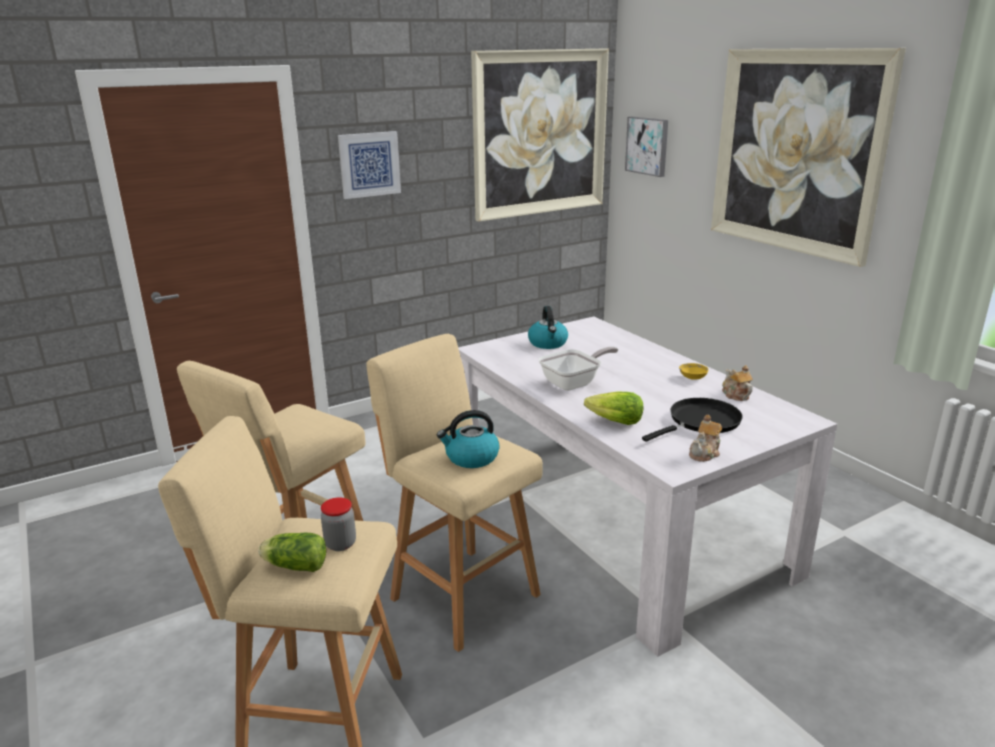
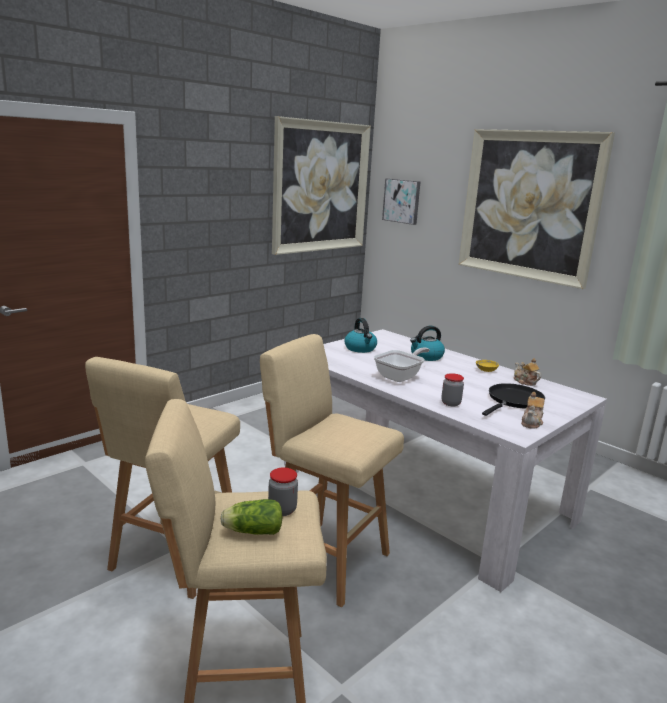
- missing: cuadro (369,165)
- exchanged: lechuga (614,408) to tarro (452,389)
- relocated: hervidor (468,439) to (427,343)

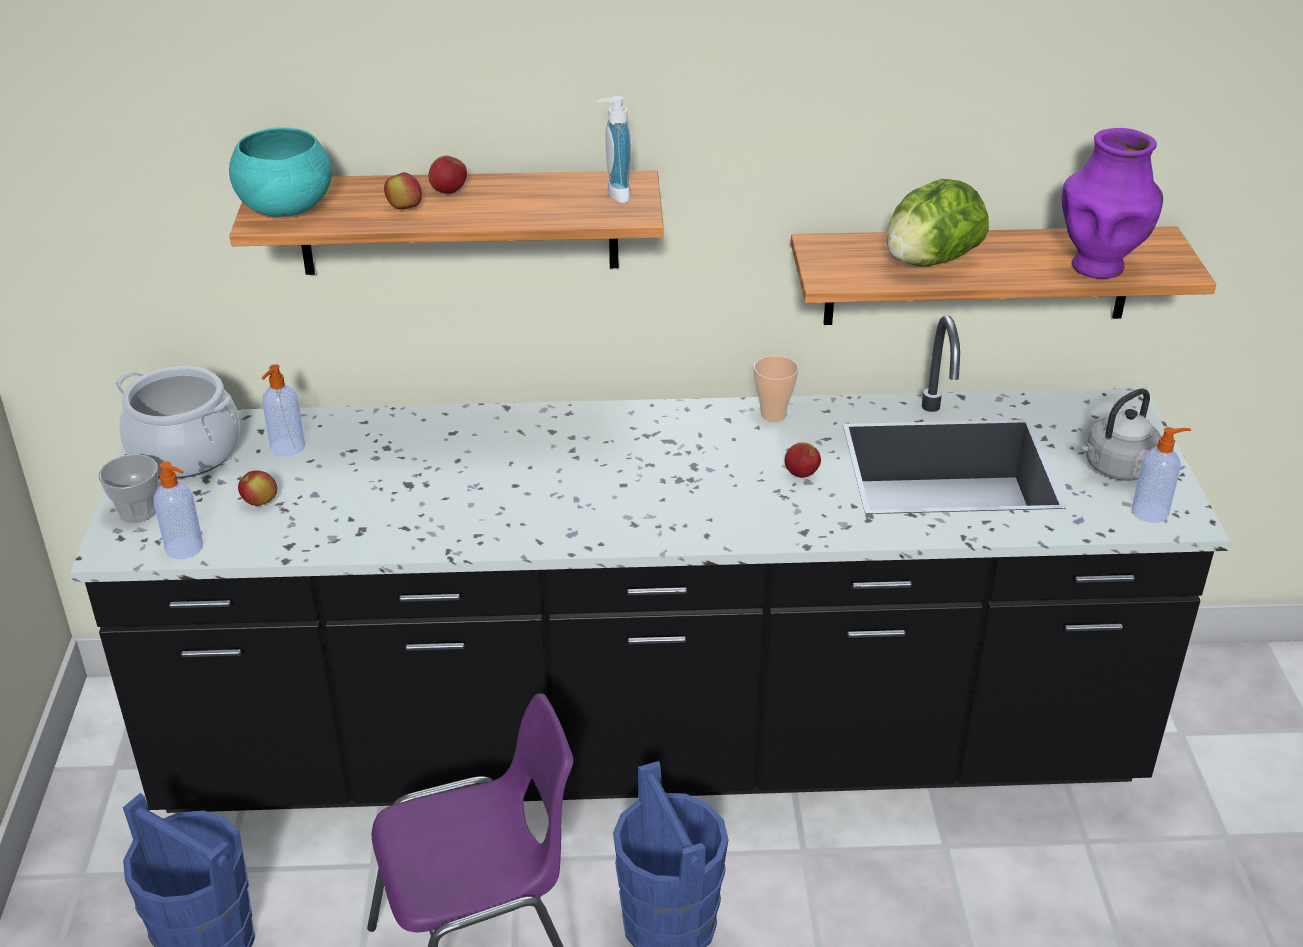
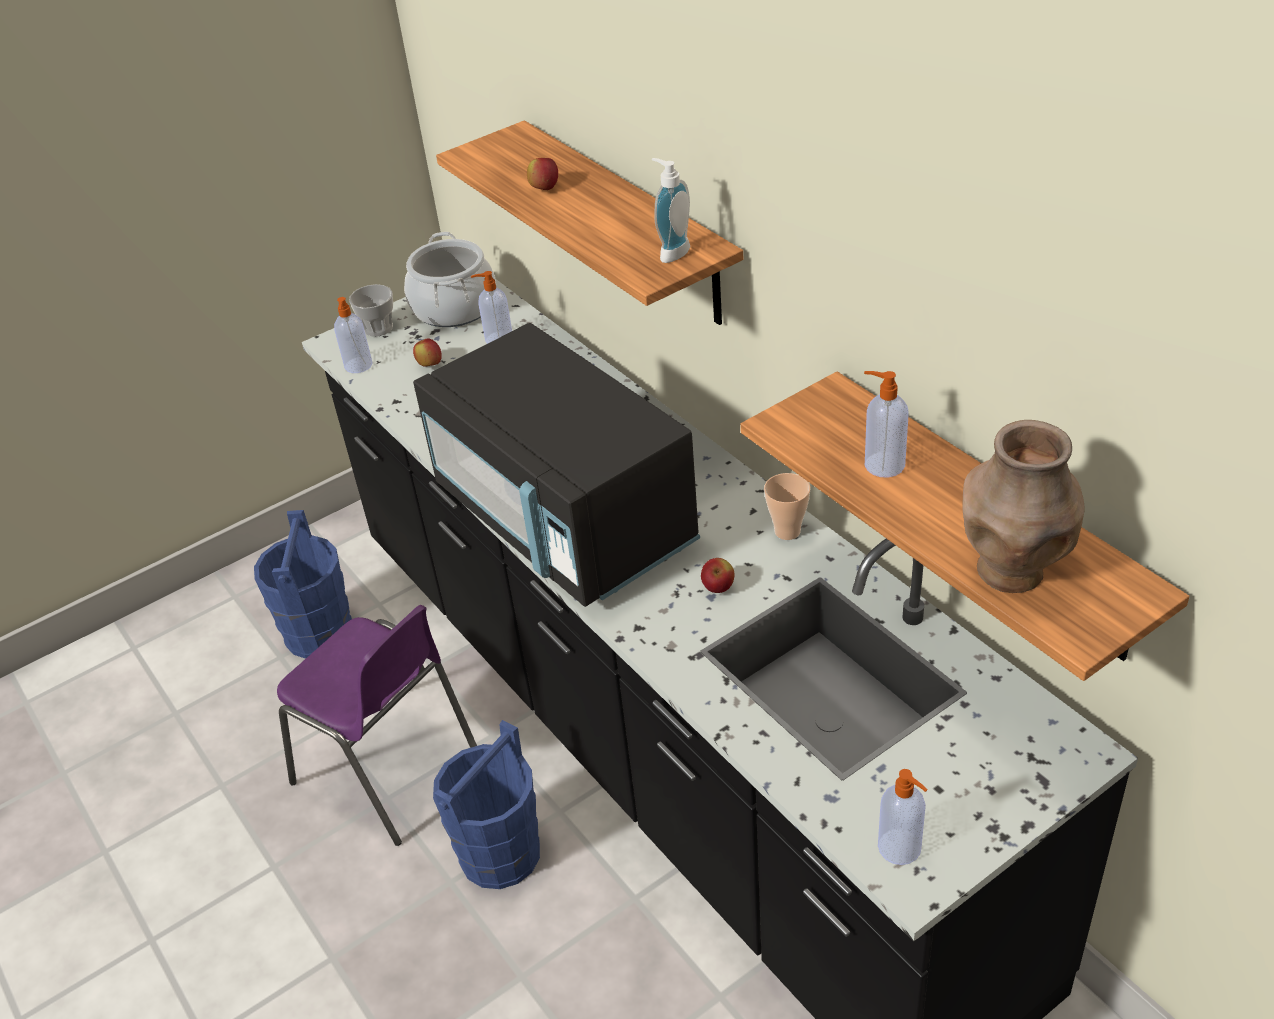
- missing: cuenco/turquesa (280,172)
- colour: florero/morado (1112,203) to florero/marrón (1023,506)
- missing: manzana (447,174)
- exchanged: lechuga (938,223) to dispensador de jabón (886,424)
- missing: hervidor/gris (1121,434)
- appeared: microondas/negro (556,465)

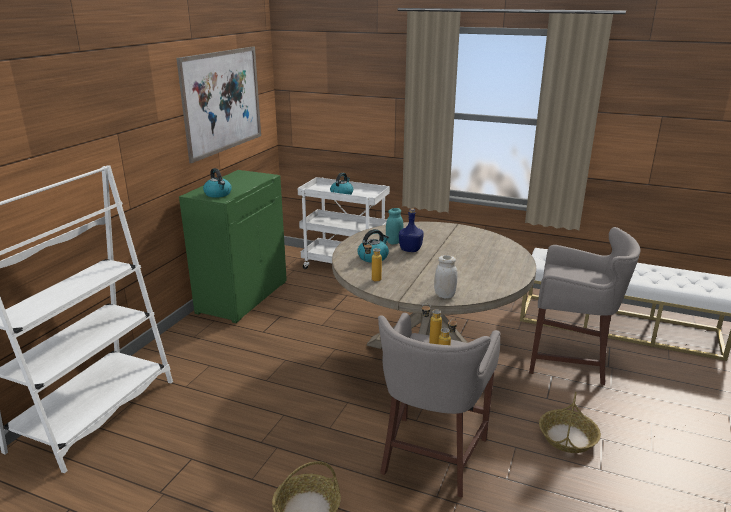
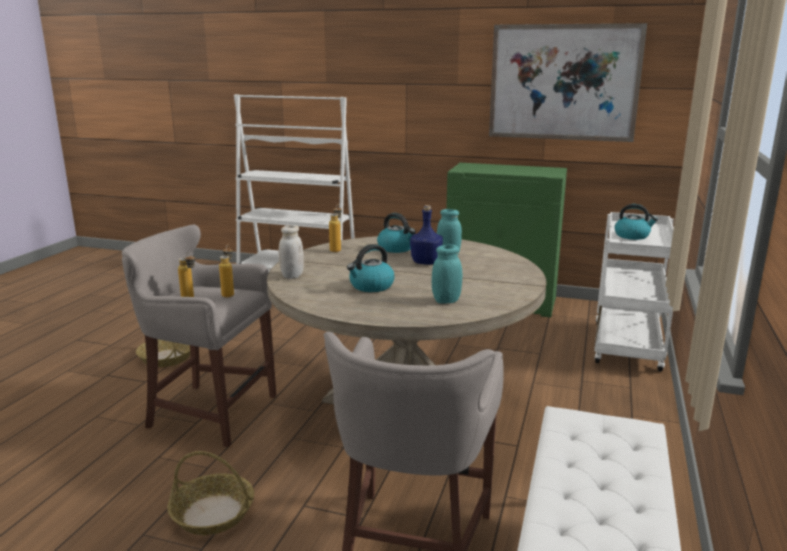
- relocated: hervidor (217,183) to (371,268)
- appeared: tarro/turquesa (447,274)

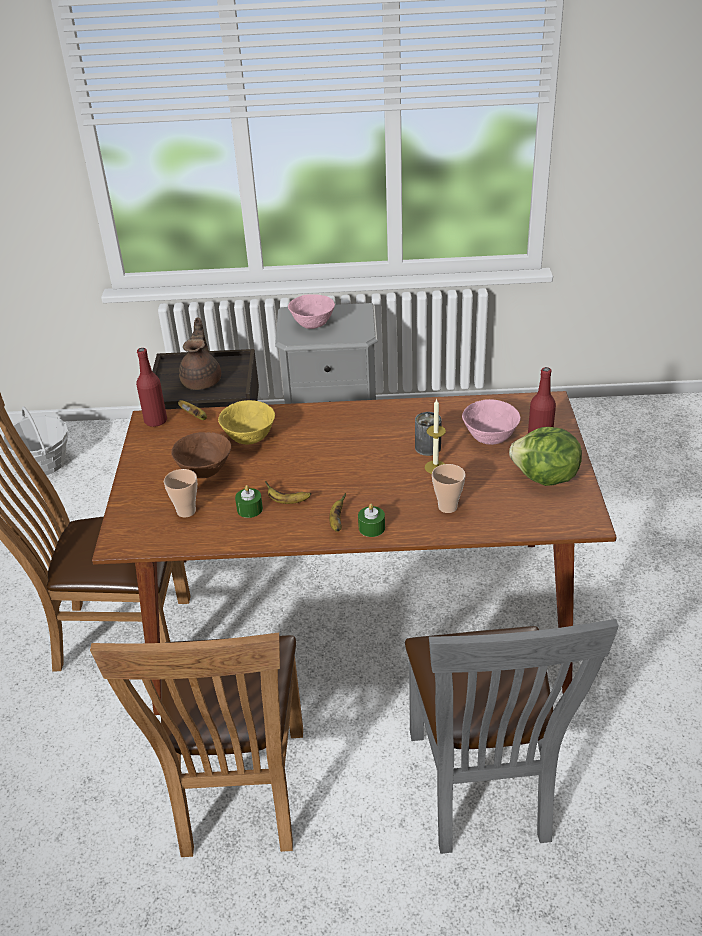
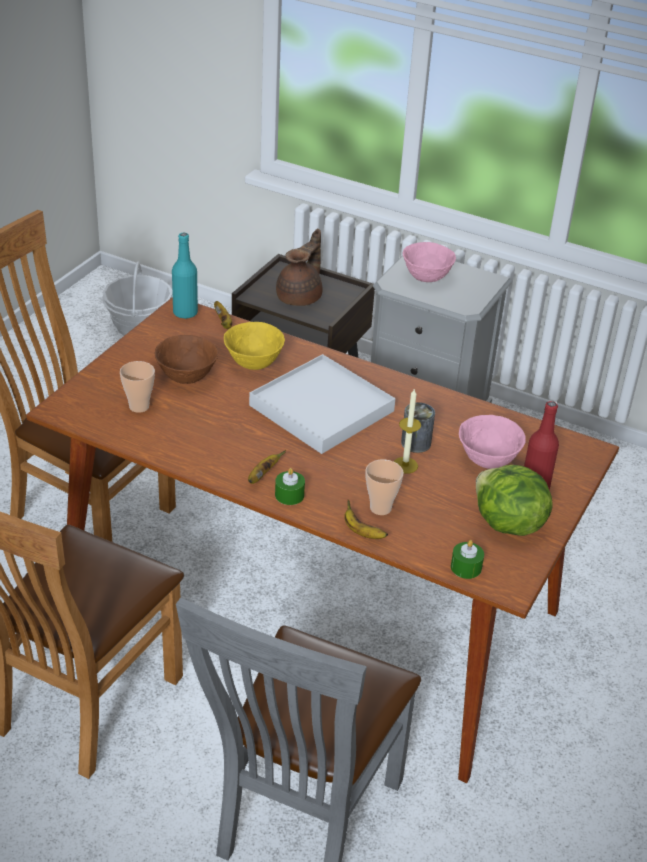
- colour: botella/rojo (151,387) to botella/turquesa (185,275)
- relocated: plátano (288,492) to (366,519)
- relocated: vela/verde (249,501) to (467,559)
- appeared: bandeja/blanco (322,404)

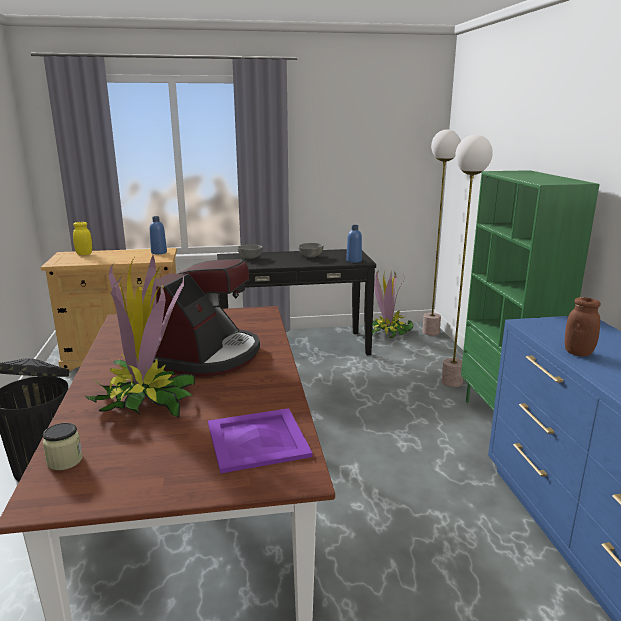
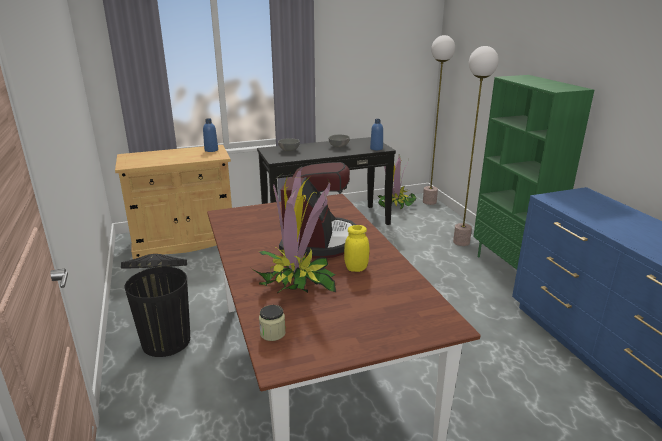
- relocated: tarro/amarillo (82,238) to (356,248)
- missing: tarro/marrón (582,326)
- missing: bandeja/morado (260,441)

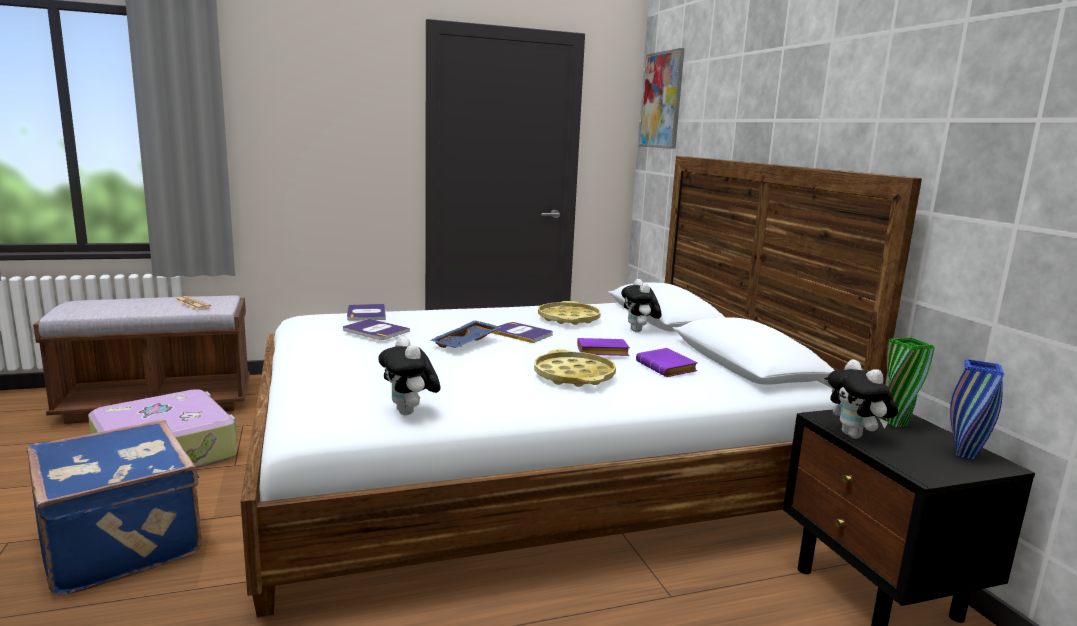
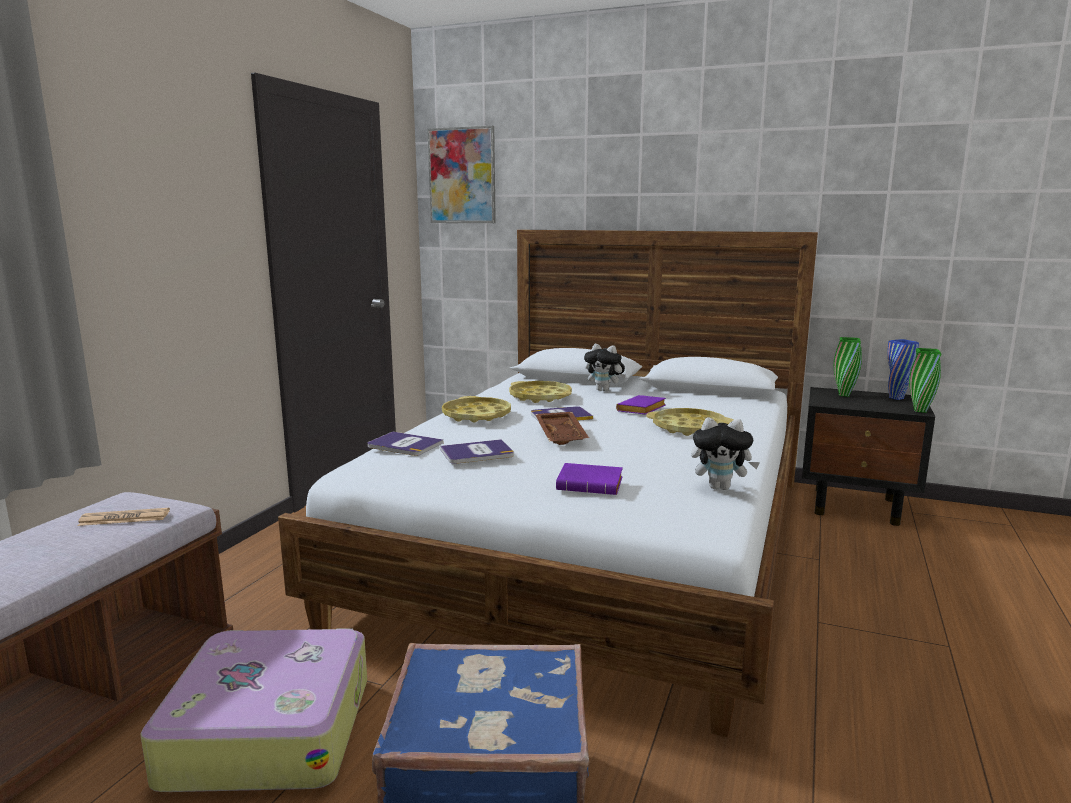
- colour: bandeja/azul (465,334) to bandeja/marrón (562,428)
- relocated: libro/morado (666,362) to (589,479)
- missing: peluche (862,399)
- appeared: florero/verde (925,380)
- appeared: bandeja/amarillo (476,409)

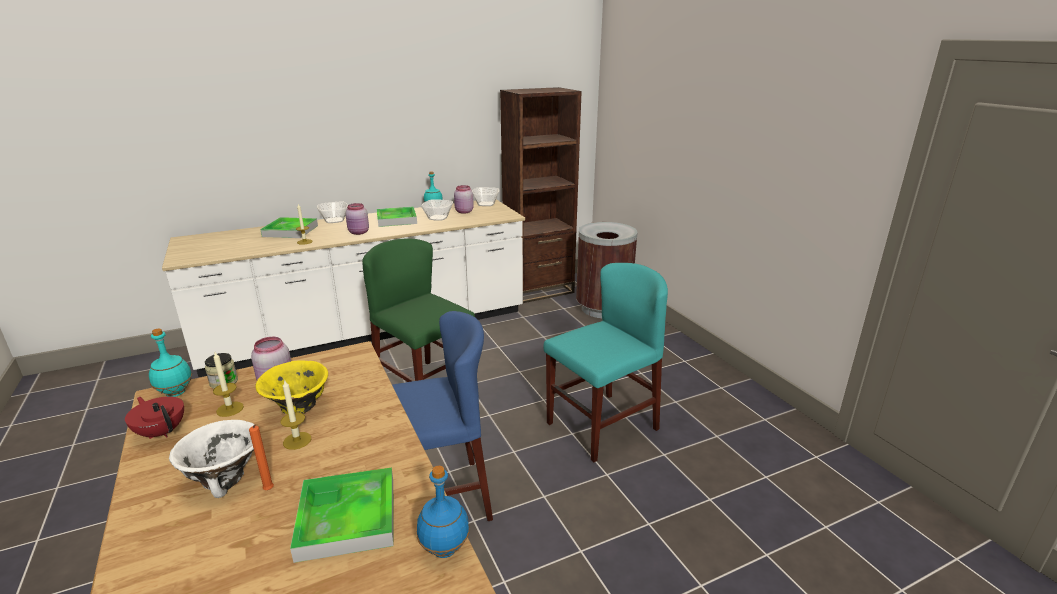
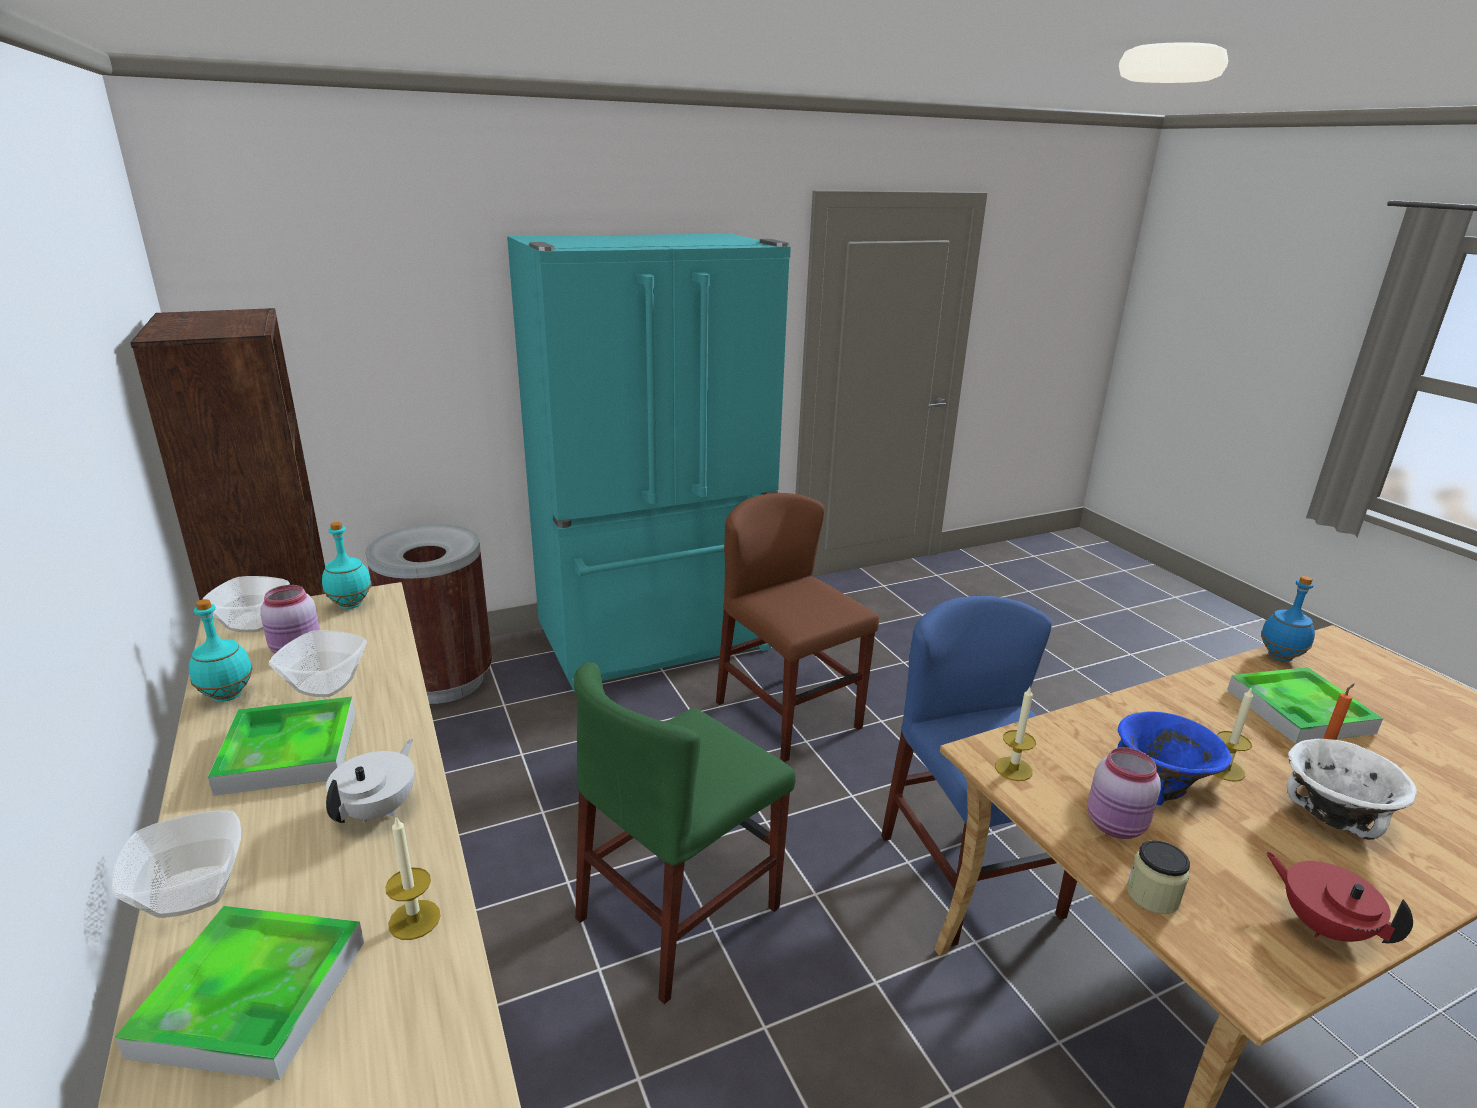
- exchanged: tarro/rosa (357,219) to tetera/blanco (370,781)
- colour: silla/turquesa (605,362) to silla/marrón (797,627)
- relocated: botella/turquesa (170,363) to (346,565)
- relocated: vela (228,384) to (1015,734)
- colour: cuenco/amarillo (291,387) to cuenco/azul (1174,758)
- spun: tetera/rojo (154,417) = (1339,897) 105 degrees clockwise
- appeared: nevera/turquesa (649,463)

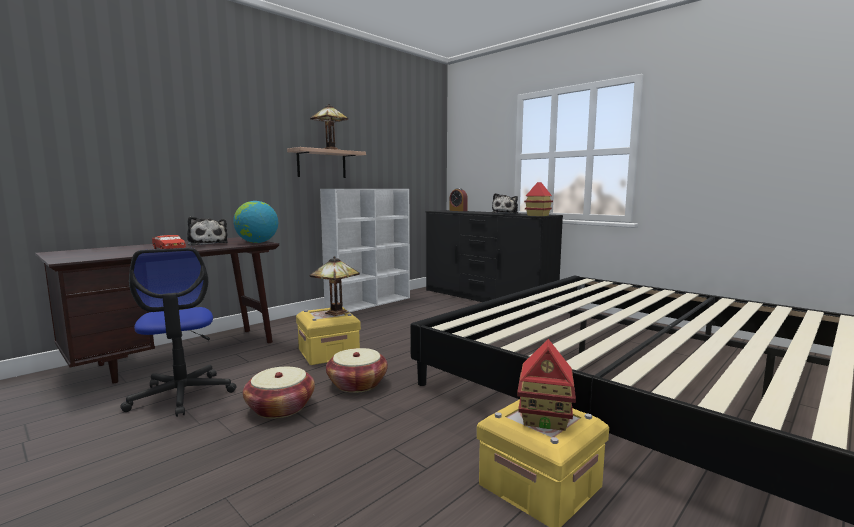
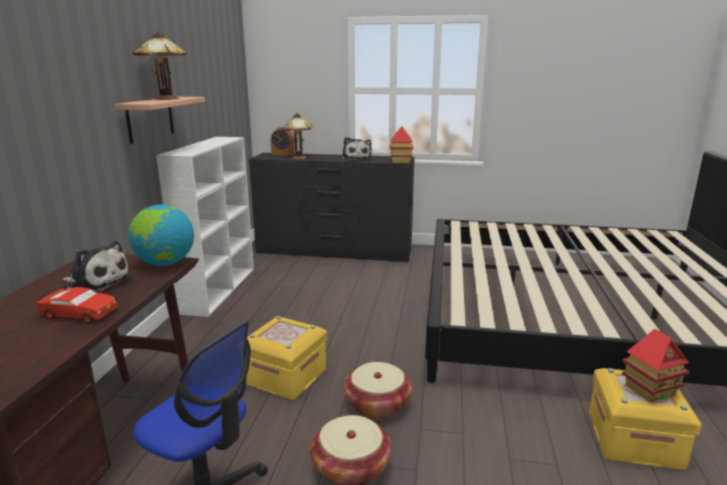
- relocated: lámpara de mesa (335,286) to (297,136)

